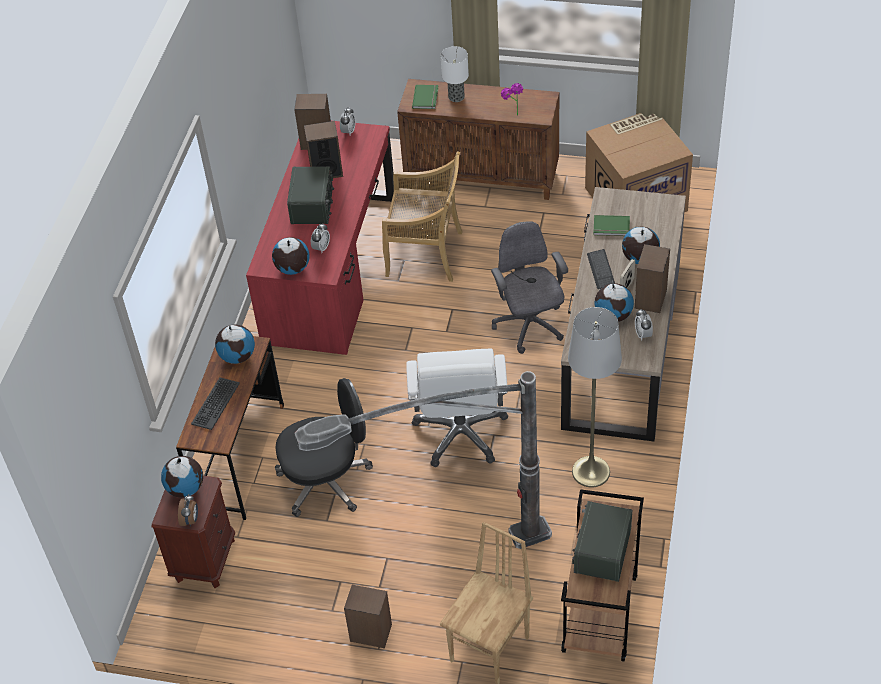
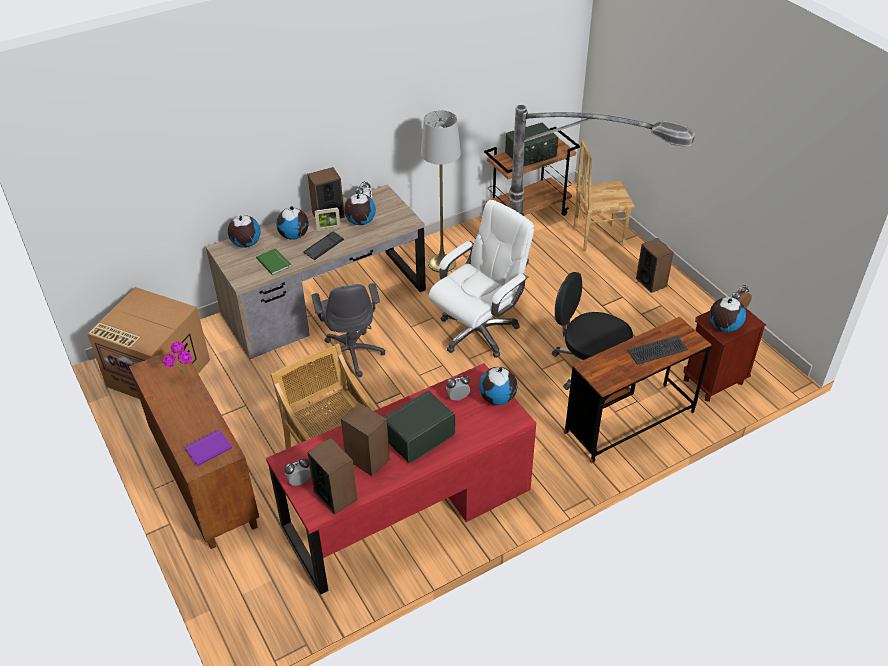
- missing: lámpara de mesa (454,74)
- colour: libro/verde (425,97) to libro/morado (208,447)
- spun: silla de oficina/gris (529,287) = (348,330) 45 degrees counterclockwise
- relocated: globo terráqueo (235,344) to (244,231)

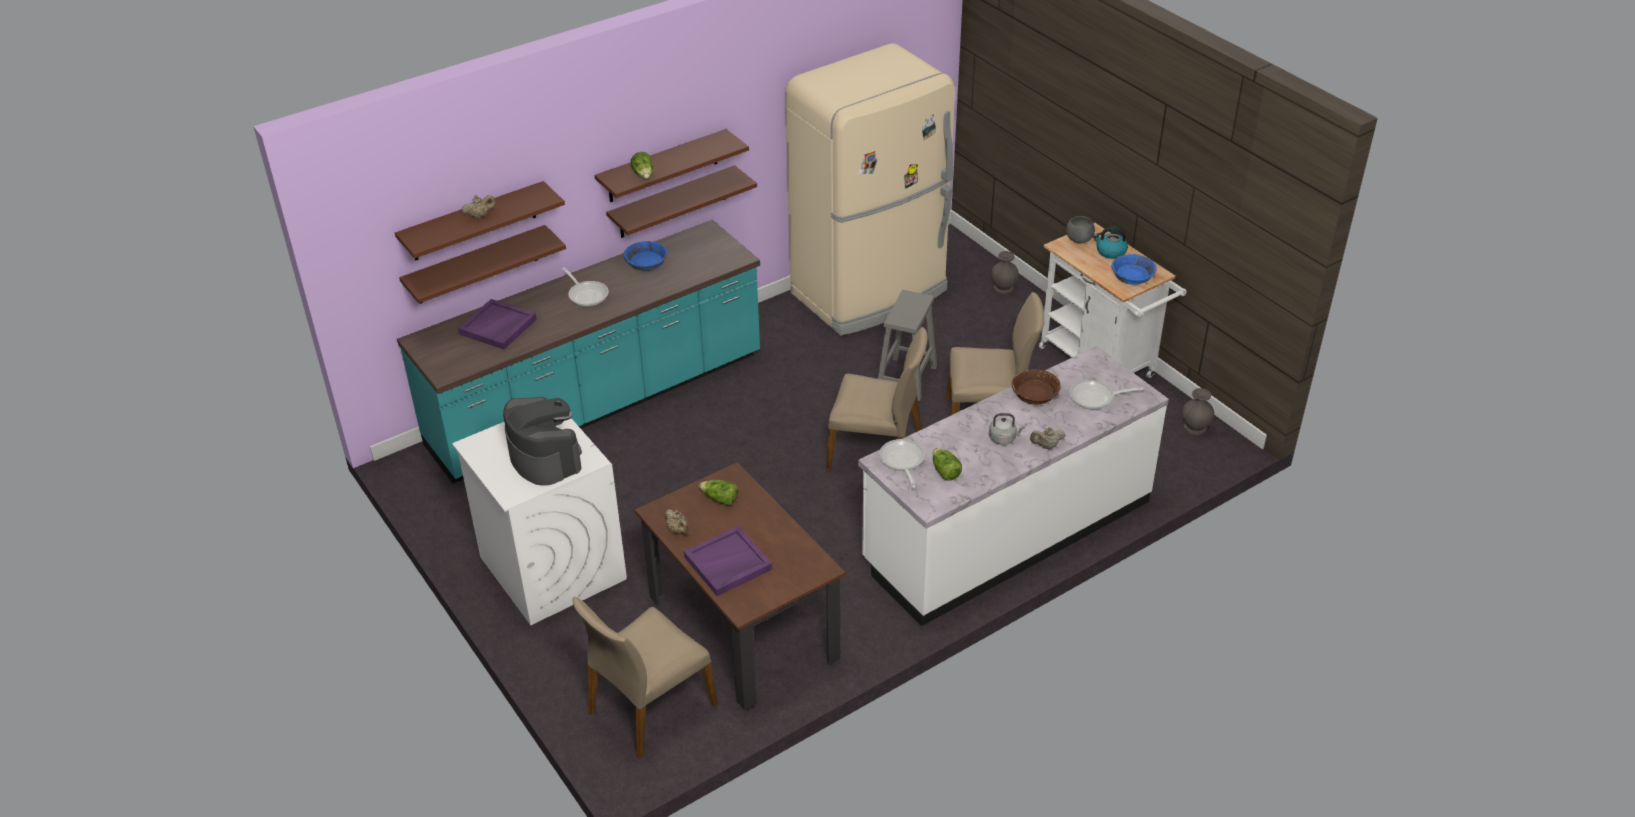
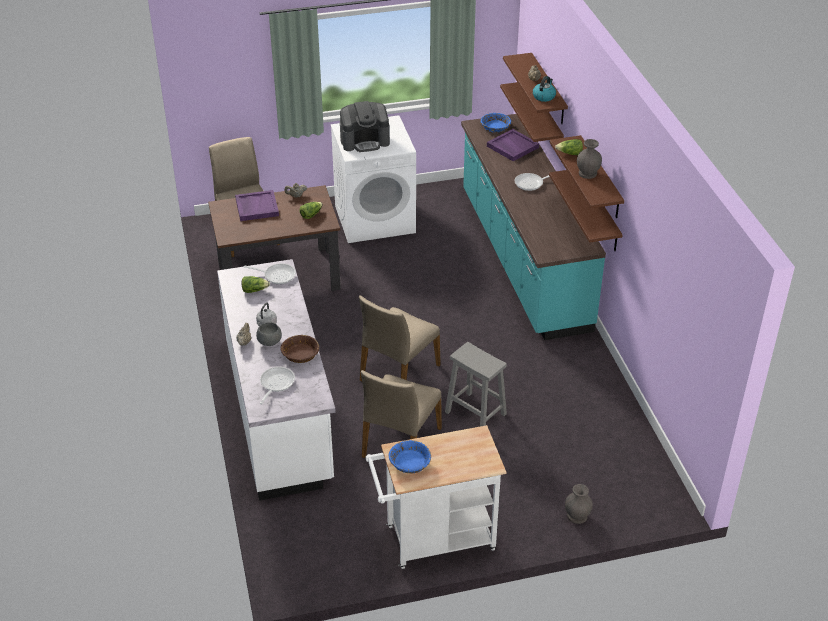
- missing: nevera/beis (870,190)
- relocated: cuenco/gris (1080,229) to (269,334)
- relocated: hervidor (1110,242) to (544,89)
- relocated: cuenco/azul (645,256) to (496,123)
- relocated: florero/gris (1198,411) to (589,159)

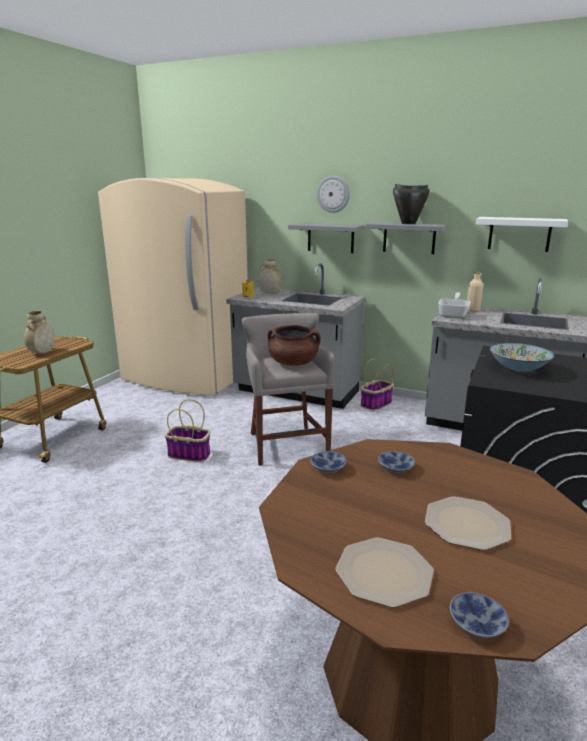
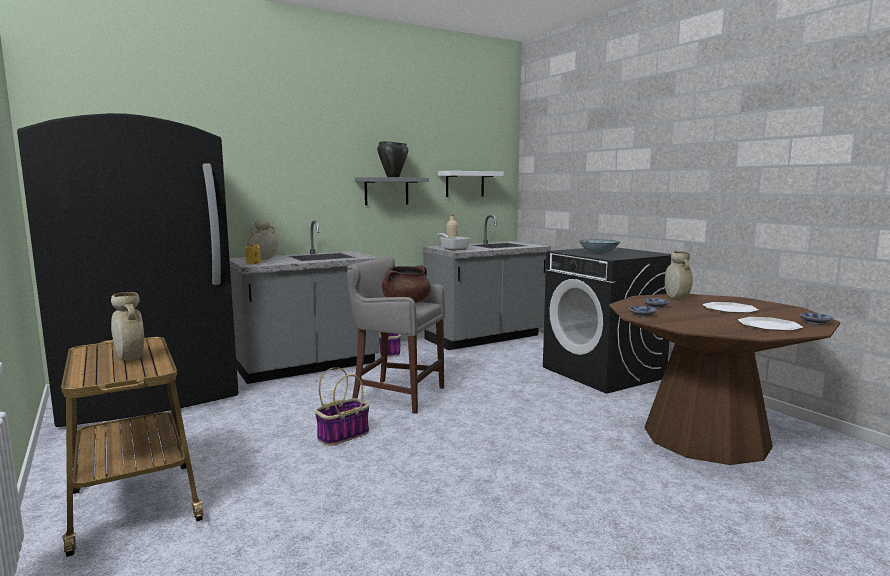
- missing: reloj de pared (333,194)
- colour: nevera/beis (173,287) to nevera/negro (128,270)
- missing: estante/gris (326,238)
- appeared: florero/beis (679,275)

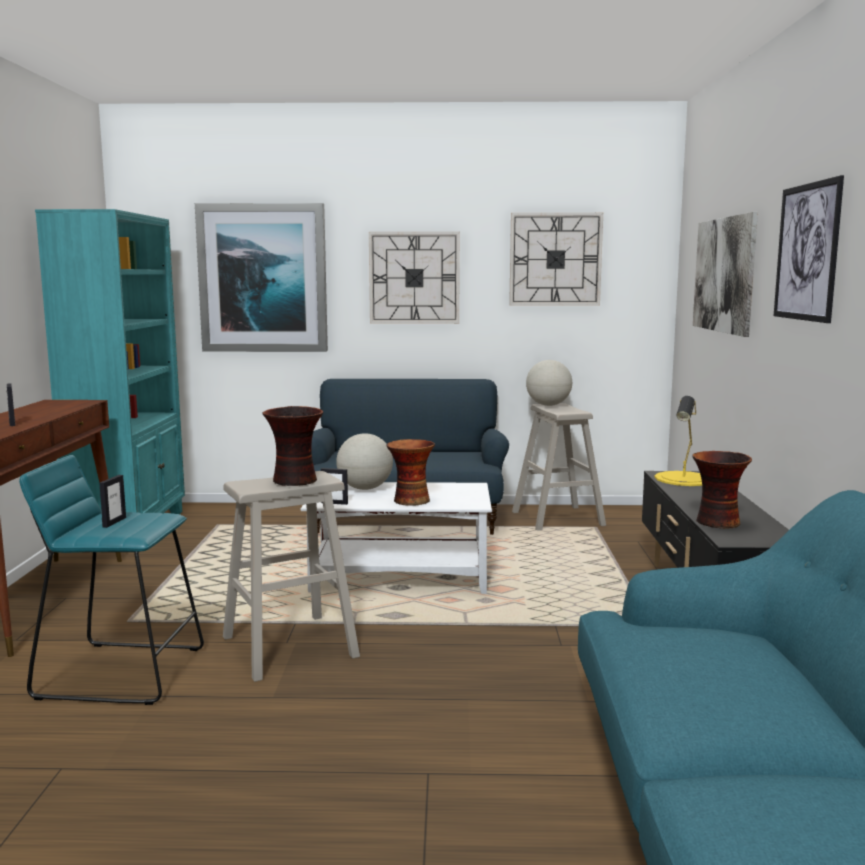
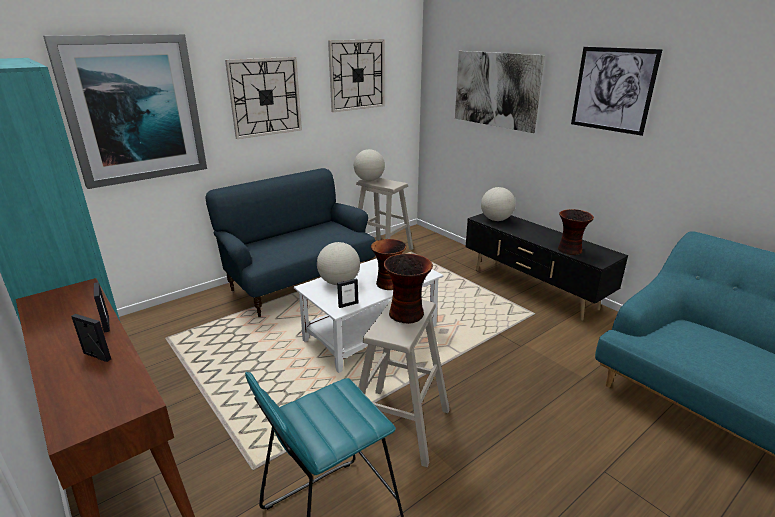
- exchanged: lámpara de mesa/amarillo (678,441) to globo terráqueo (498,204)
- relocated: portarretratos (112,501) to (102,307)

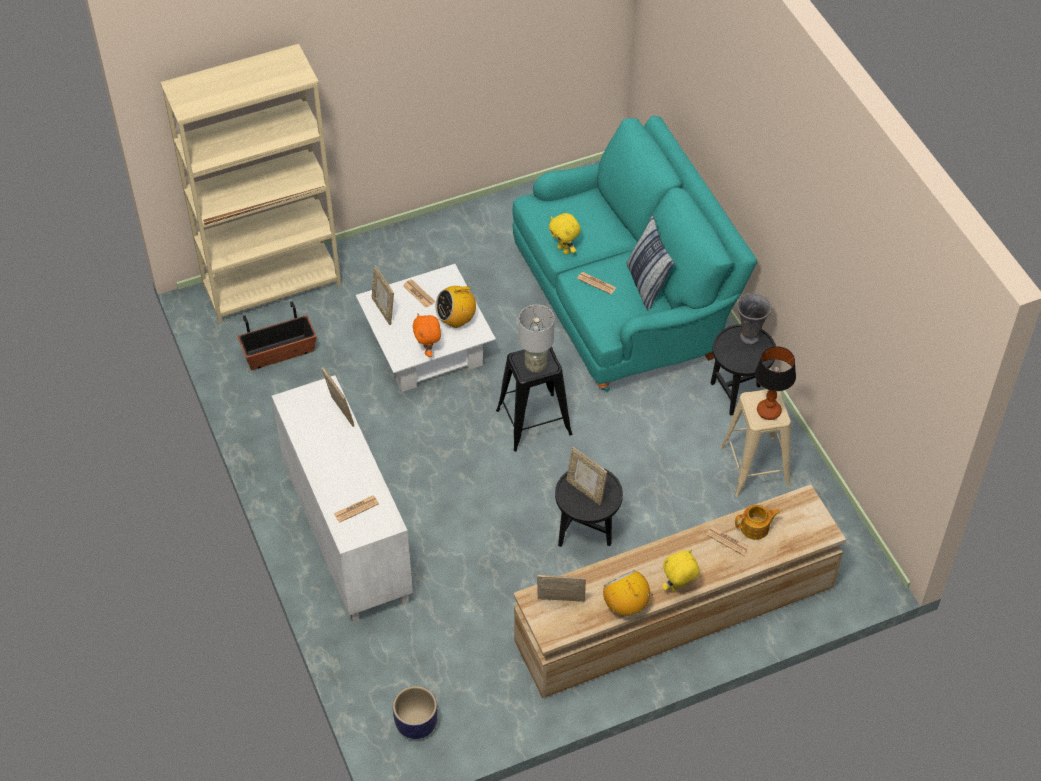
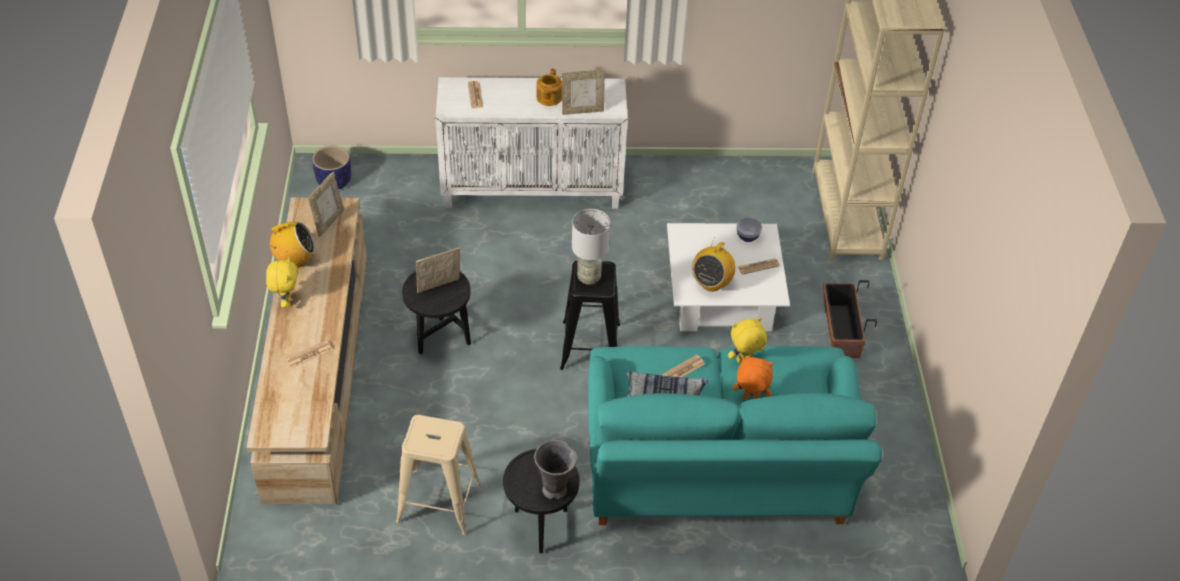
- exchanged: portarretratos (383,295) to cuenco (749,229)
- spun: radio (456,304) = (714,265) 150 degrees counterclockwise
- relocated: maceta (277,335) to (850,319)
- relocated: peluche/naranja (427,335) to (753,378)
- missing: lámpara de mesa (775,383)
- relocated: tetera (757,522) to (549,87)

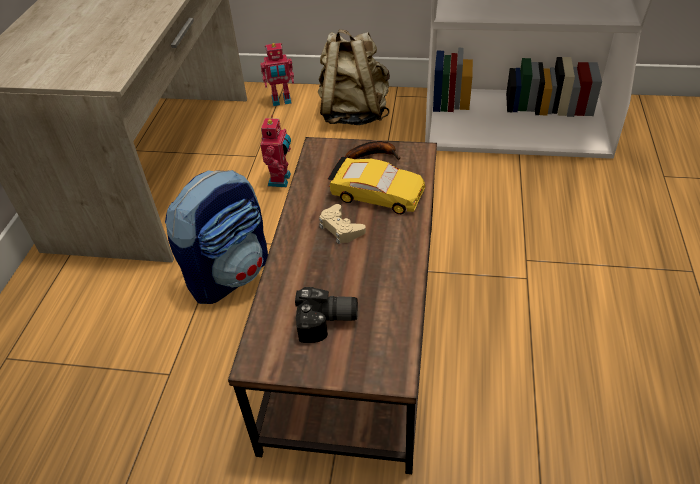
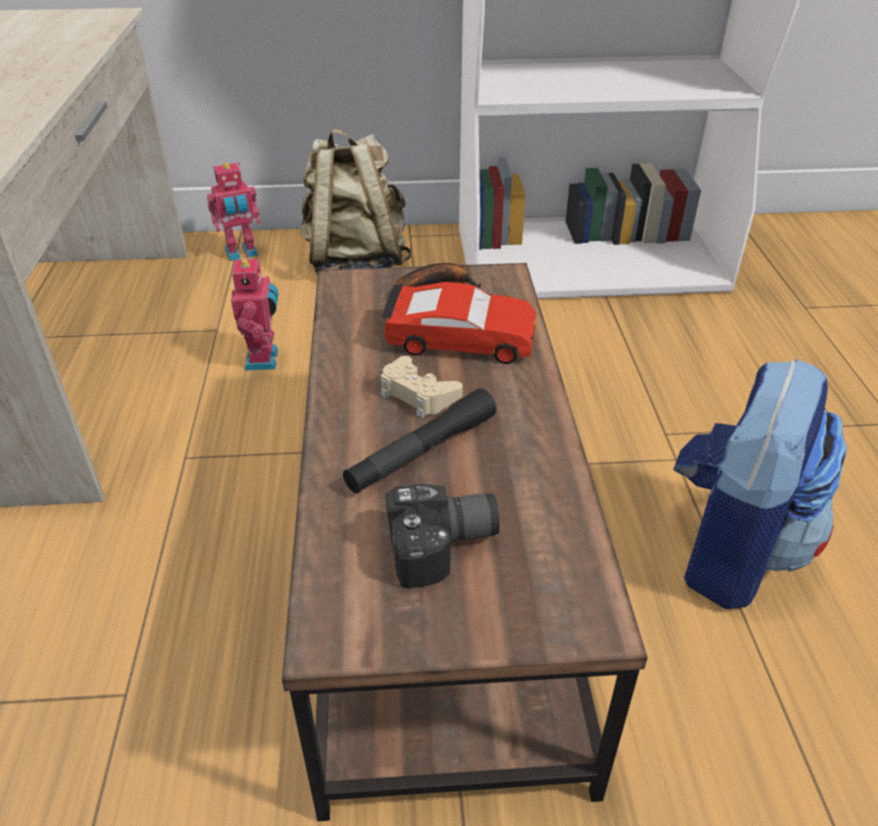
- colour: coche de juguete/amarillo (376,185) to coche de juguete/rojo (459,323)
- relocated: mochila (216,237) to (760,484)
- appeared: linterna/negro (419,440)

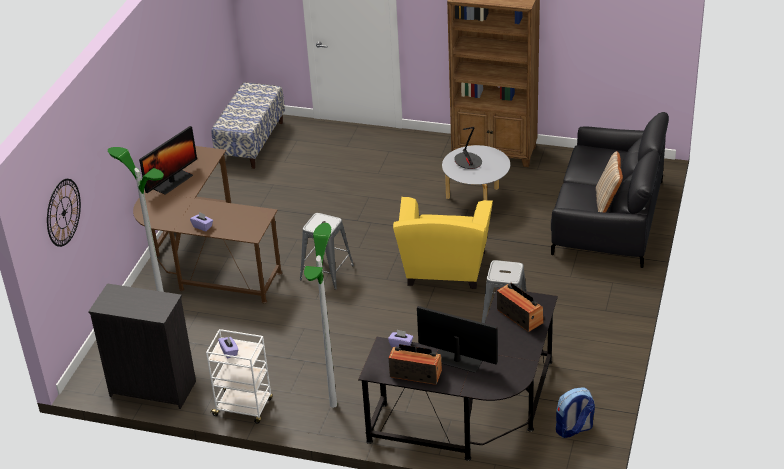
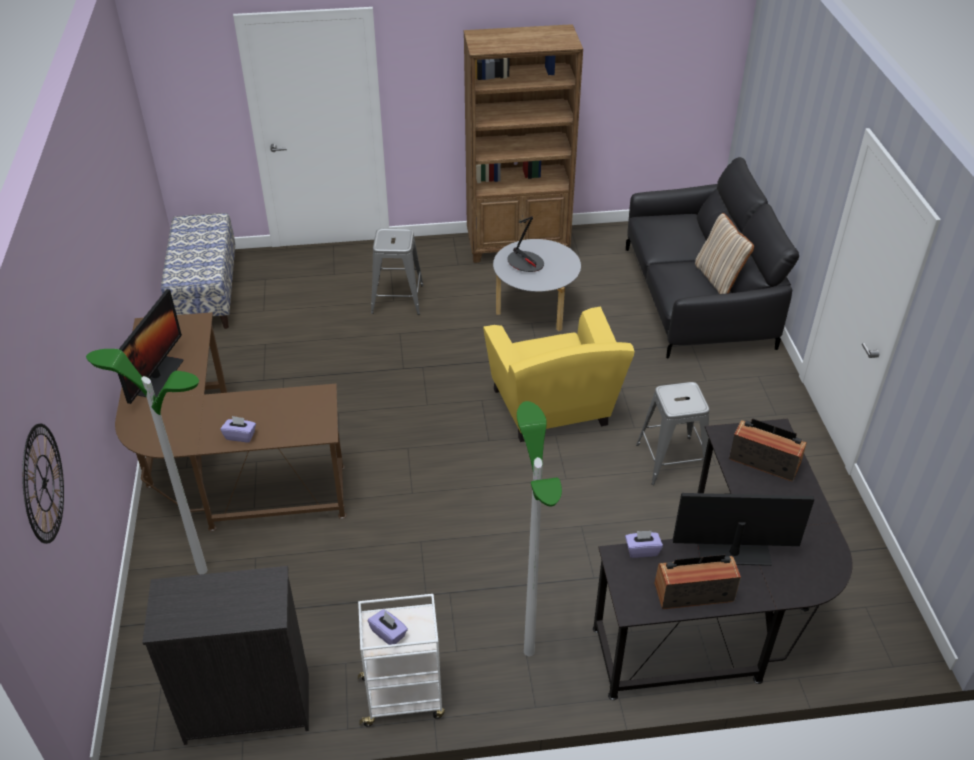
- relocated: taburete/gris (327,251) to (397,272)
- missing: mochila (575,413)

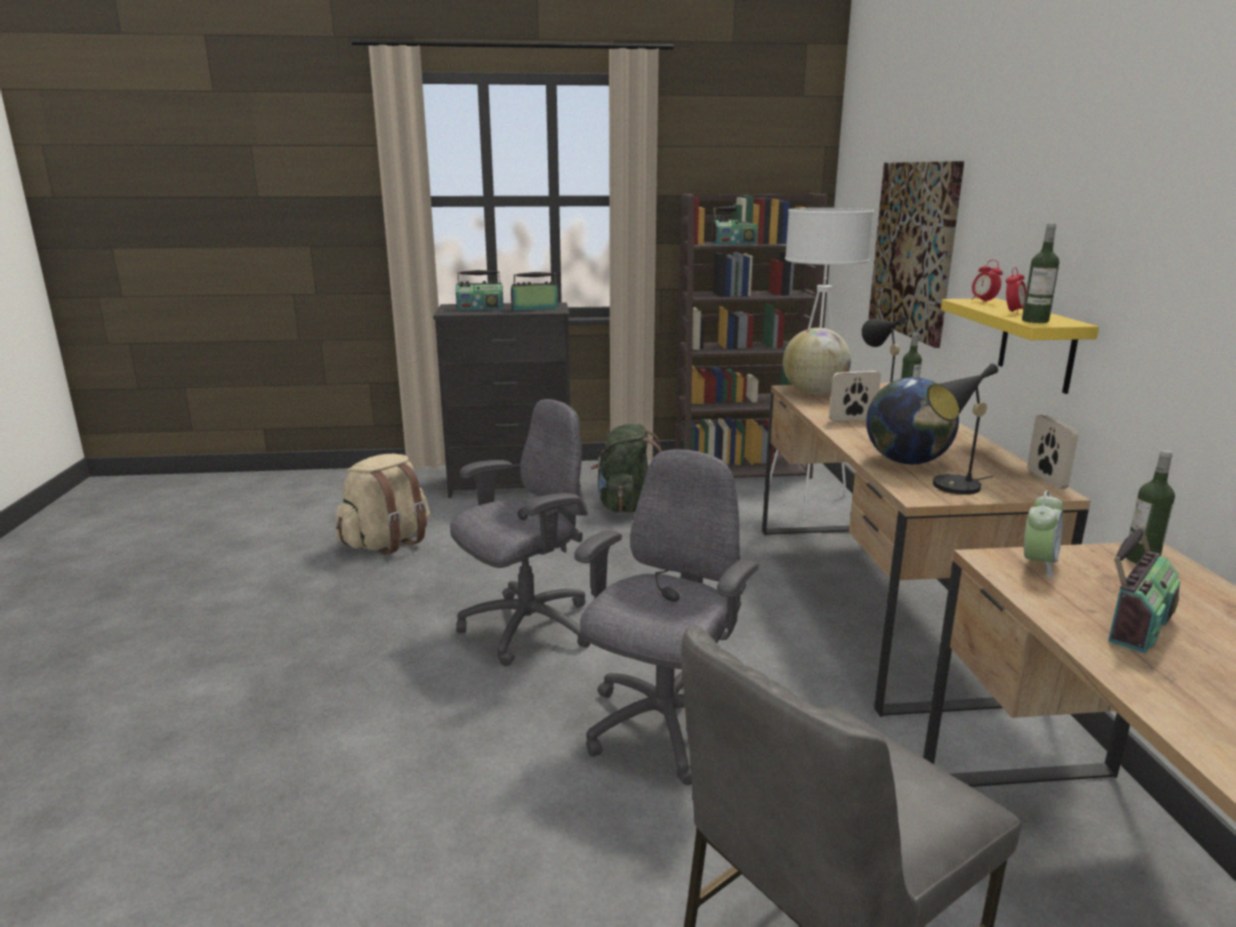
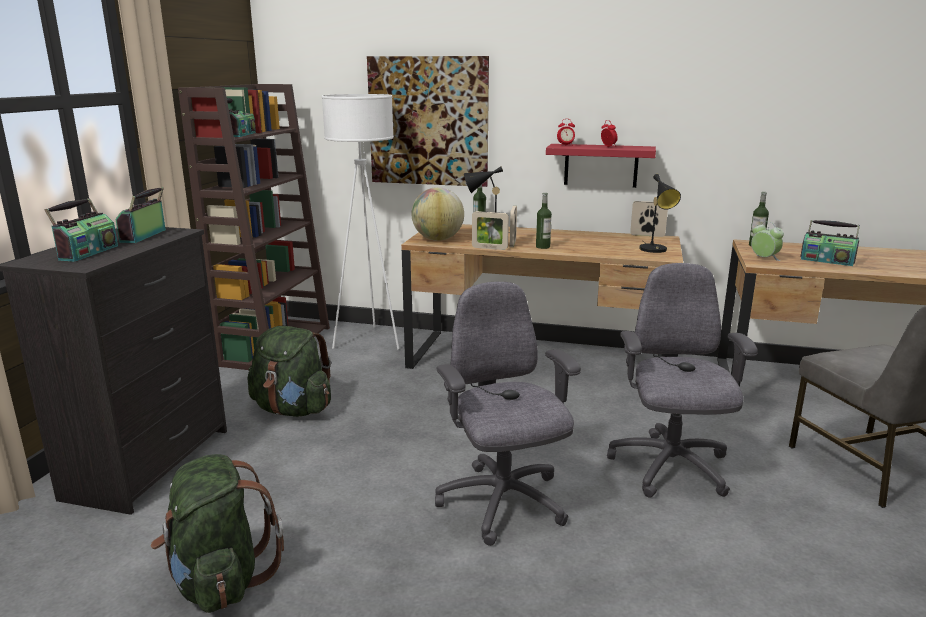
- relocated: botella (1040,273) to (544,221)
- colour: estante/amarillo (1020,346) to estante/rojo (601,166)
- missing: globo terráqueo (912,420)
- spun: silla de oficina/gris (667,617) = (682,380) 45 degrees clockwise
- colour: mochila/beis (382,504) to mochila/verde (217,533)
- spun: radio (1144,589) = (830,243) 150 degrees clockwise
- appeared: portarretratos (490,230)

